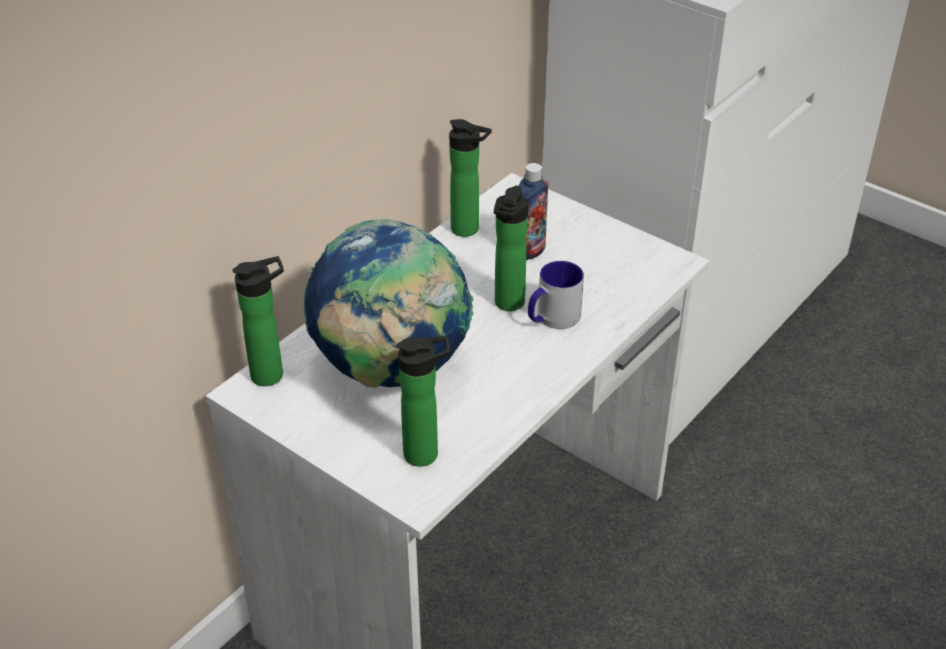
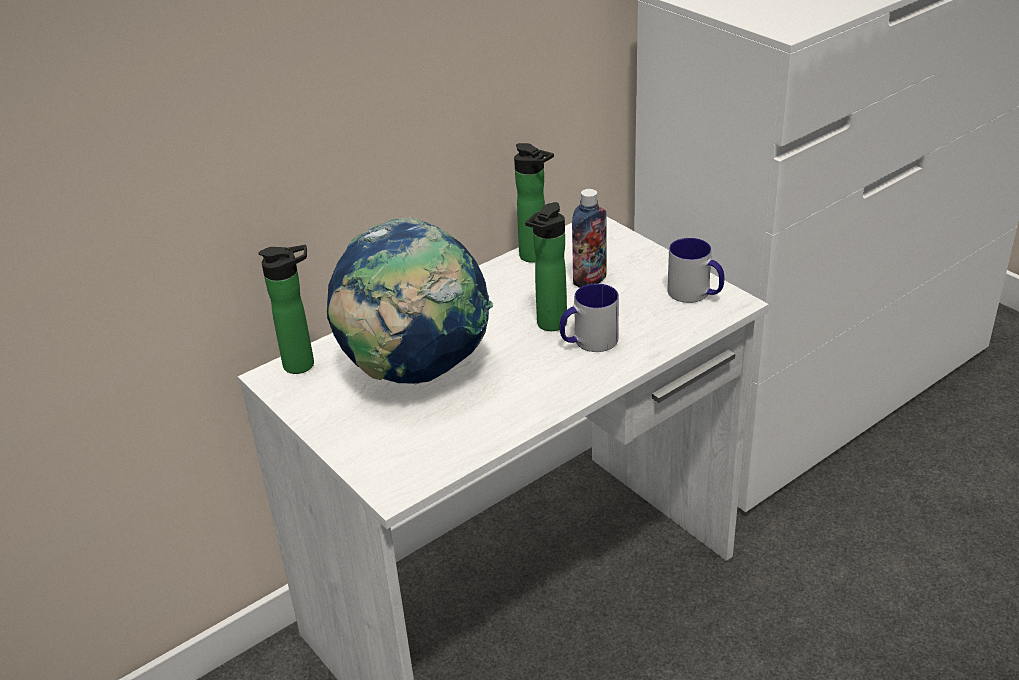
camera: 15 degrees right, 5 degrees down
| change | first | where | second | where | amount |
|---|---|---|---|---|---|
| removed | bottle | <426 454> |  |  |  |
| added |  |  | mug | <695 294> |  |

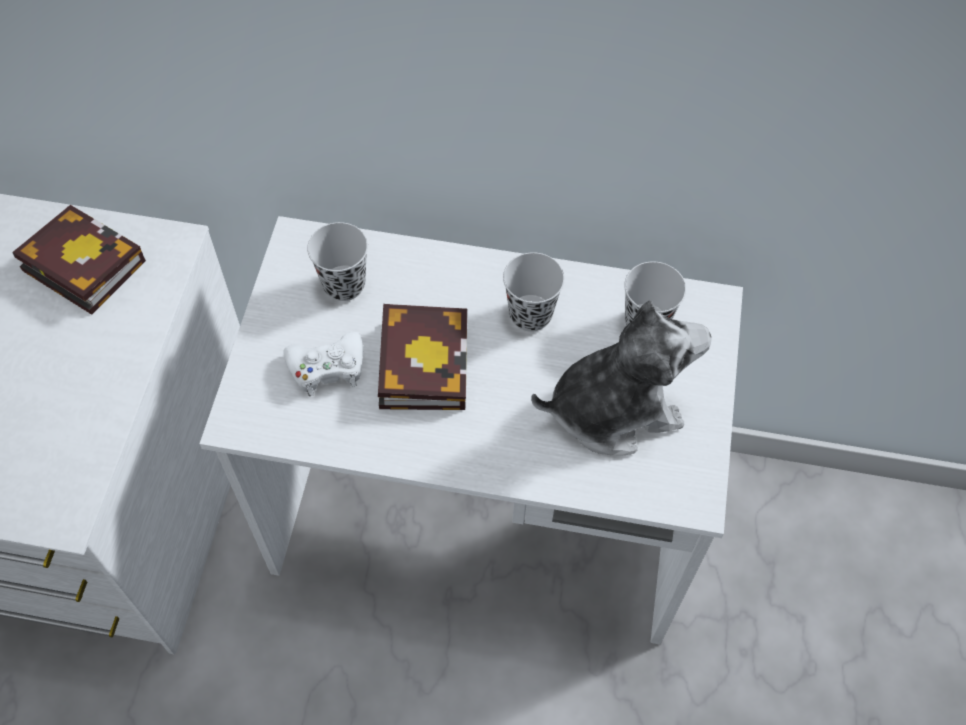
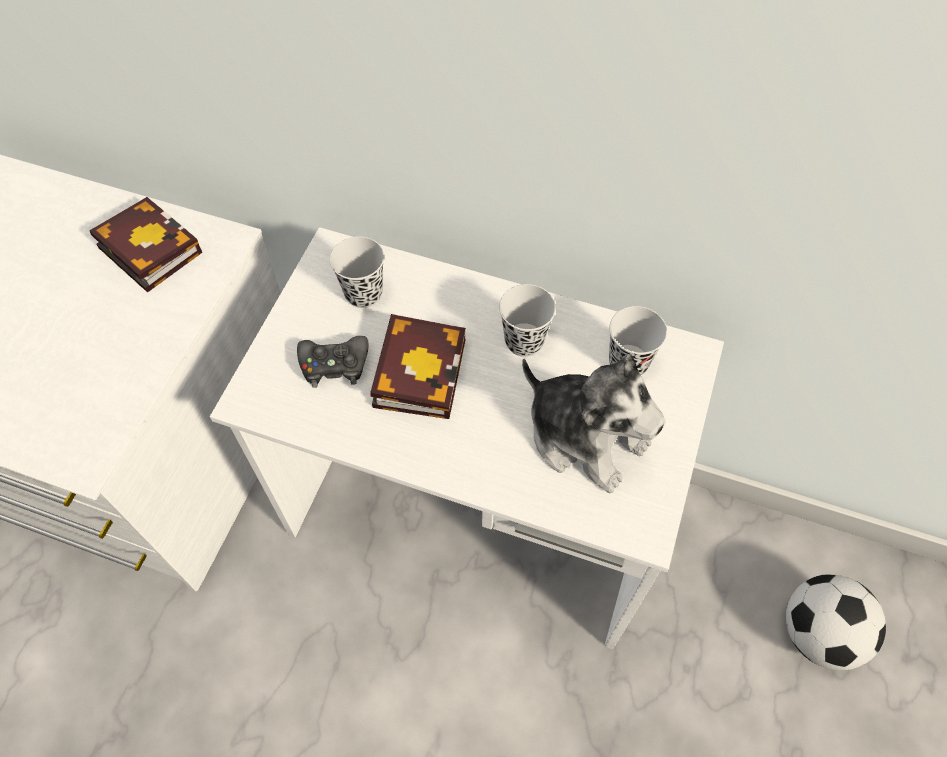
camera: 10 degrees right, 0 degrees up
| change | first | where | second | where | amount |
|---|---|---|---|---|---|
| recoloured | white game controller | <327 368> | black game controller | <334 365> |  |
| turned | plush toy | <614 408> |  | <585 436> | 45 degrees clockwise |
| added |  |  | football | <818 633> |  |

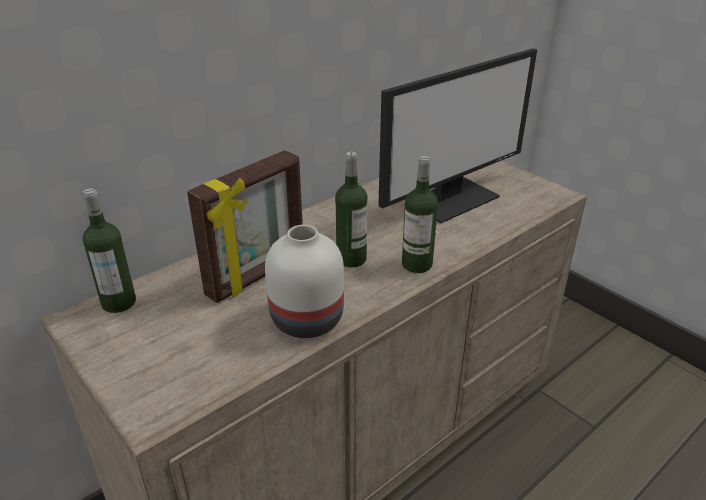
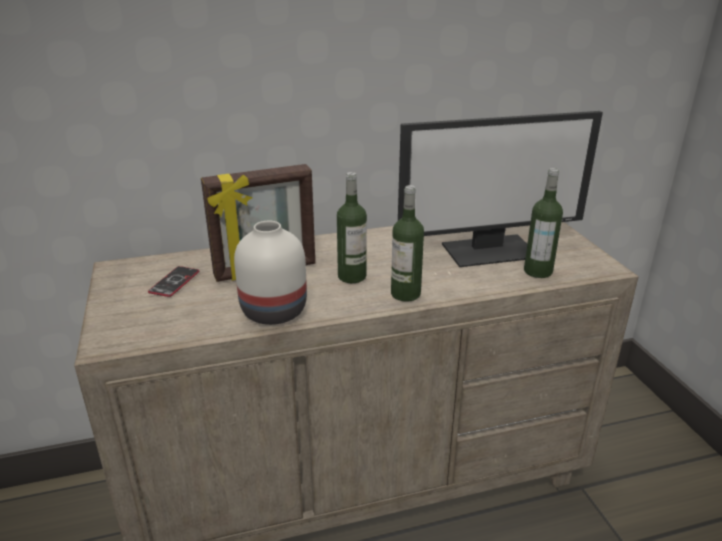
camera: 25 degrees right, 5 degrees down
| change | first | where | second | where | amount |
|---|---|---|---|---|---|
| moved | bottle | <119 302> |  | <538 271> |  |
| added |  |  | phone | <174 282> |  |

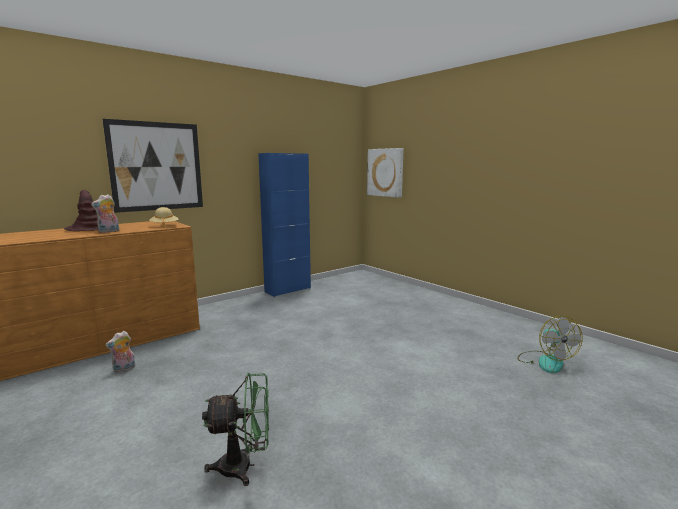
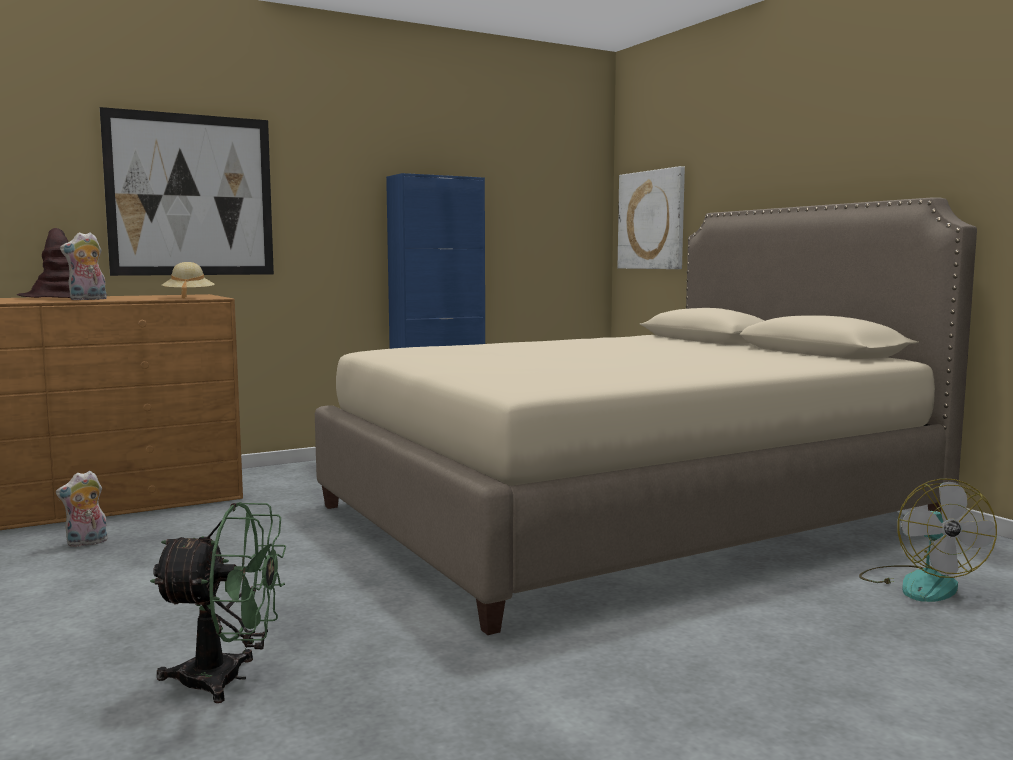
camera: 10 degrees right, 5 degrees down
| change | first | where | second | where | amount |
|---|---|---|---|---|---|
| added |  |  | beige bed | <623 515> |  |

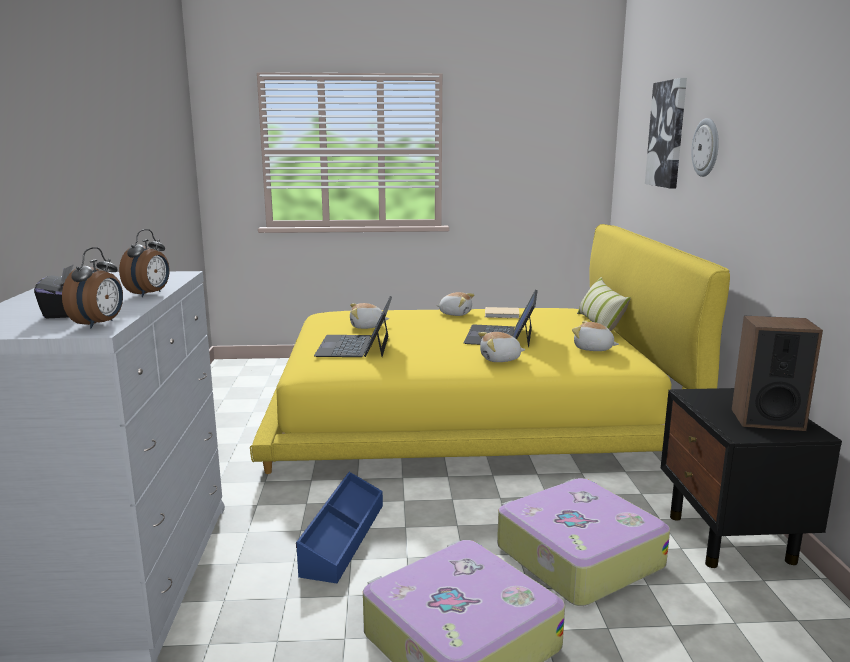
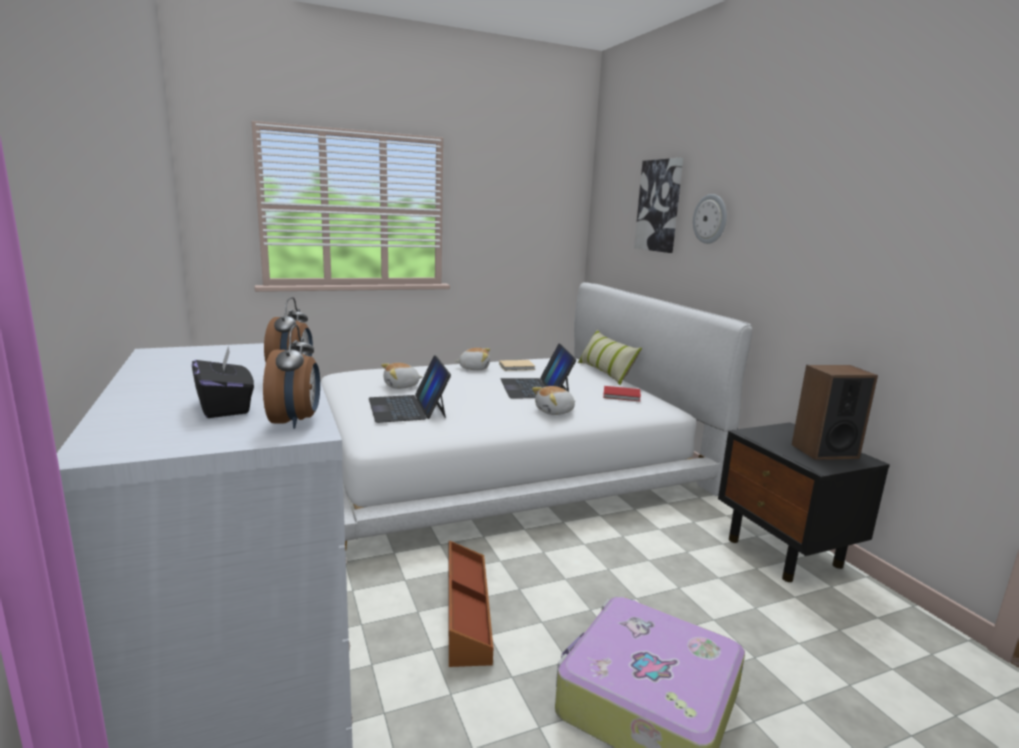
camera: 20 degrees left, 0 degrees up
| change | first | where | second | where | amount |
|---|---|---|---|---|---|
| recoloured | yellow bed | <468 410> | white bed | <500 459> |  |
| recoloured | blue storage box | <342 538> | brown storage box | <466 612> |  |
| removed | suitcase | <577 556> |  |  |  |
| replaced | plush toy | <593 349> | red book | <622 395> |  |

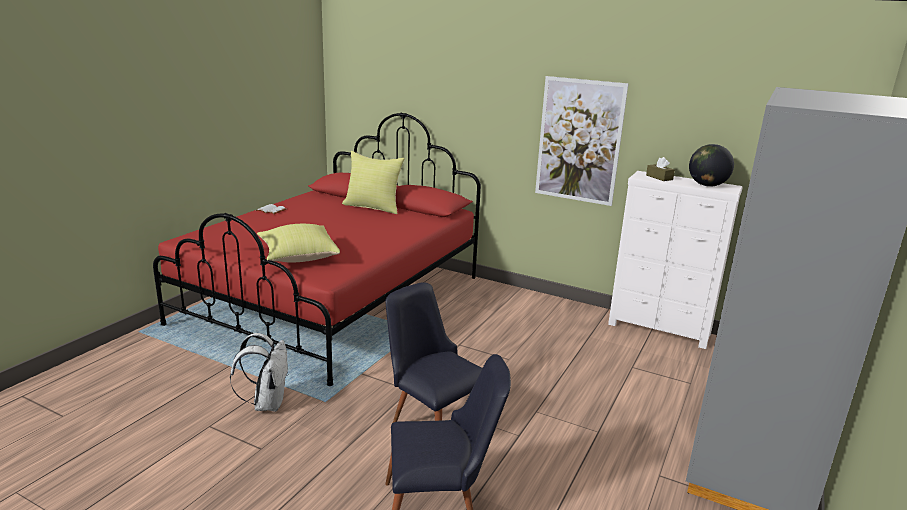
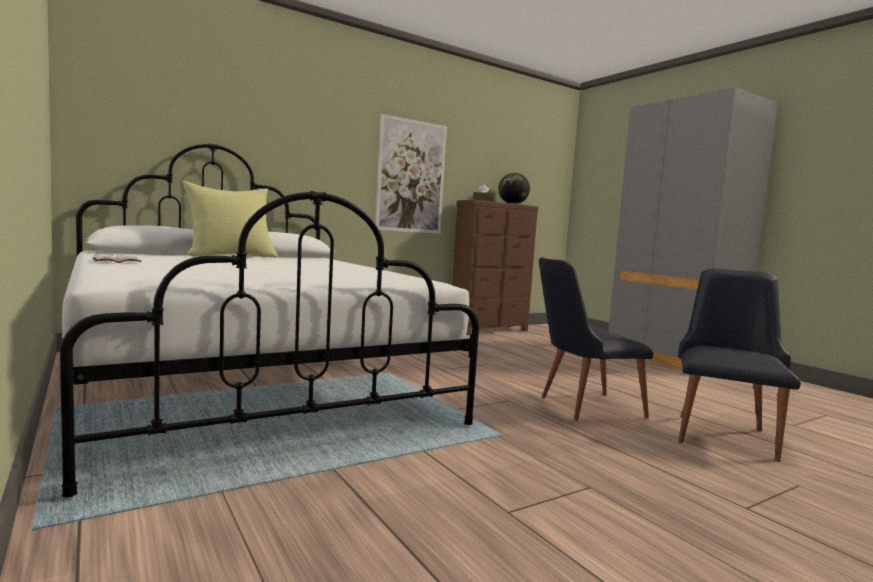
camera: 60 degrees left, 15 degrees down
| change | first | where | second | where | amount |
|---|---|---|---|---|---|
| recoloured | red bed | <335 300> | white bed | <246 383> |  |
| removed | white backpack | <267 403> |  |  |  |
| removed | yellow pillow | <298 257> |  |  |  |
| recoloured | white dresser | <659 330> | brown dresser | <490 330> |  |

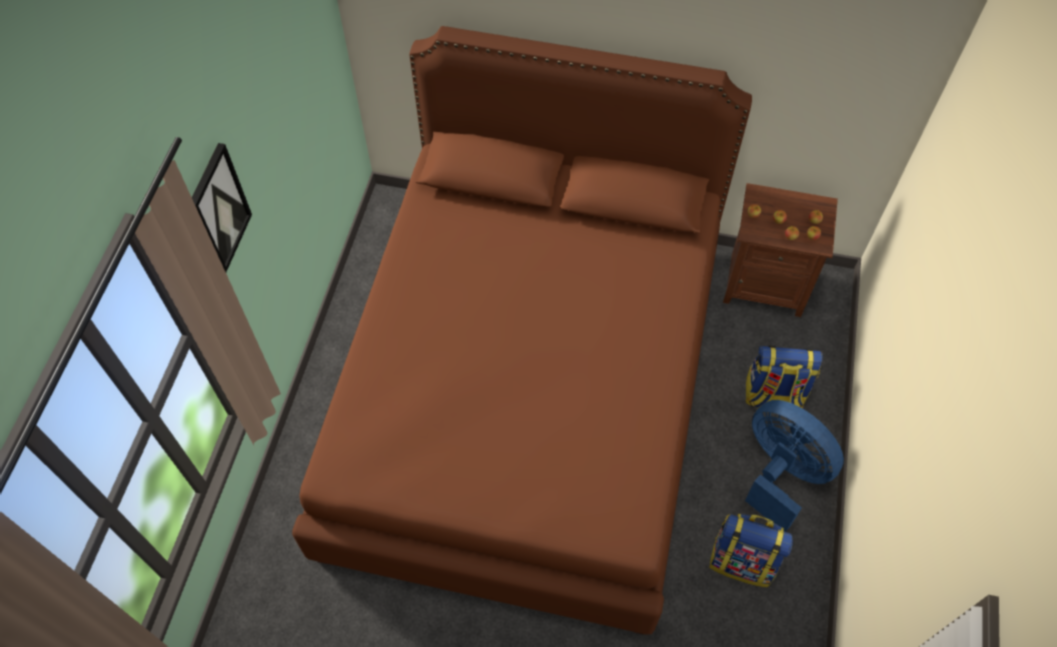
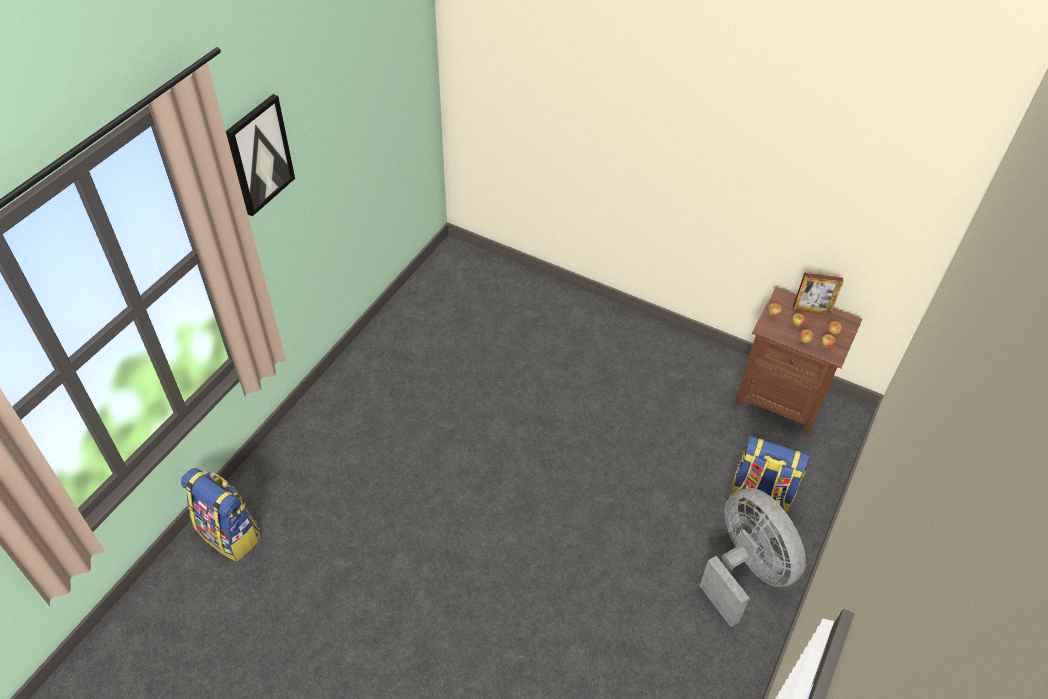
camera: 15 degrees right, 10 degrees down
| change | first | where | second | where | amount |
|---|---|---|---|---|---|
| removed | brown bed | <528 393> |  |  |  |
| moved | backpack | <743 561> |  | <230 534> |  |
| recoloured | blue fan | <781 473> | grey fan | <745 571> |  |
| added |  |  | picture frame | <811 310> |  |

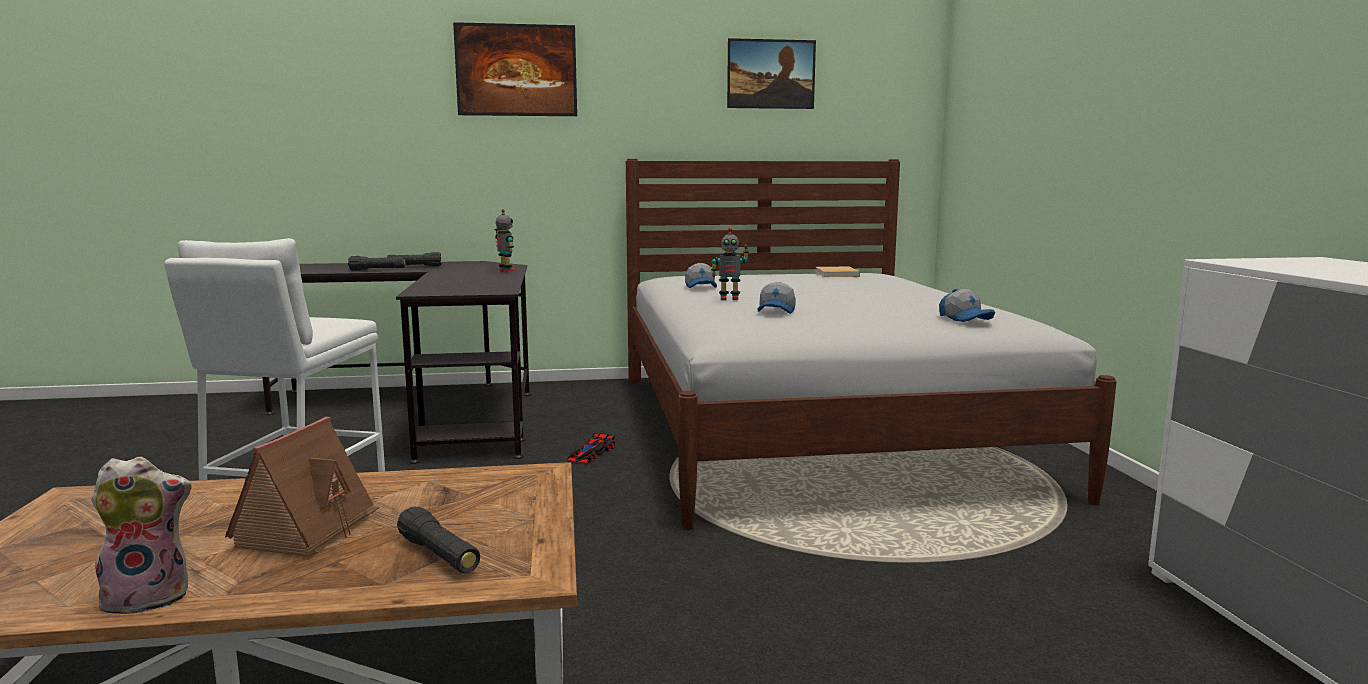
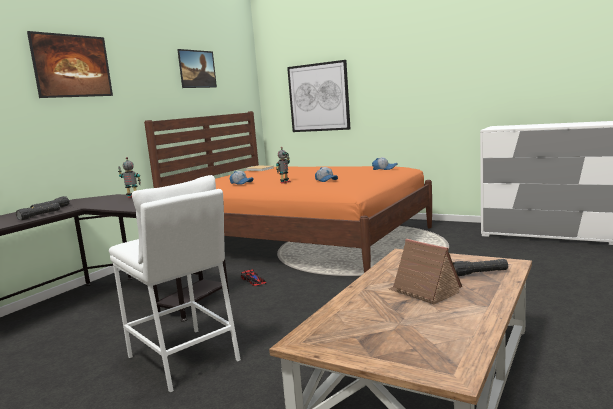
camera: 50 degrees left, 0 degrees up
| change | first | where | second | where | amount |
|---|---|---|---|---|---|
| removed | plush toy | <150 597> |  |  |  |
| recoloured | white bed | <813 428> | orange bed | <301 241> |  |
| added |  |  | picture | <318 97> |  |

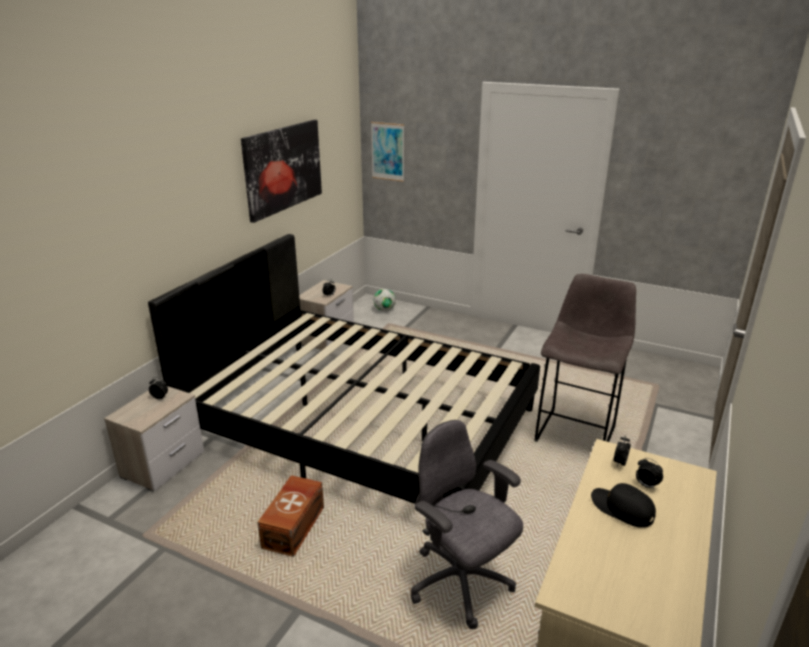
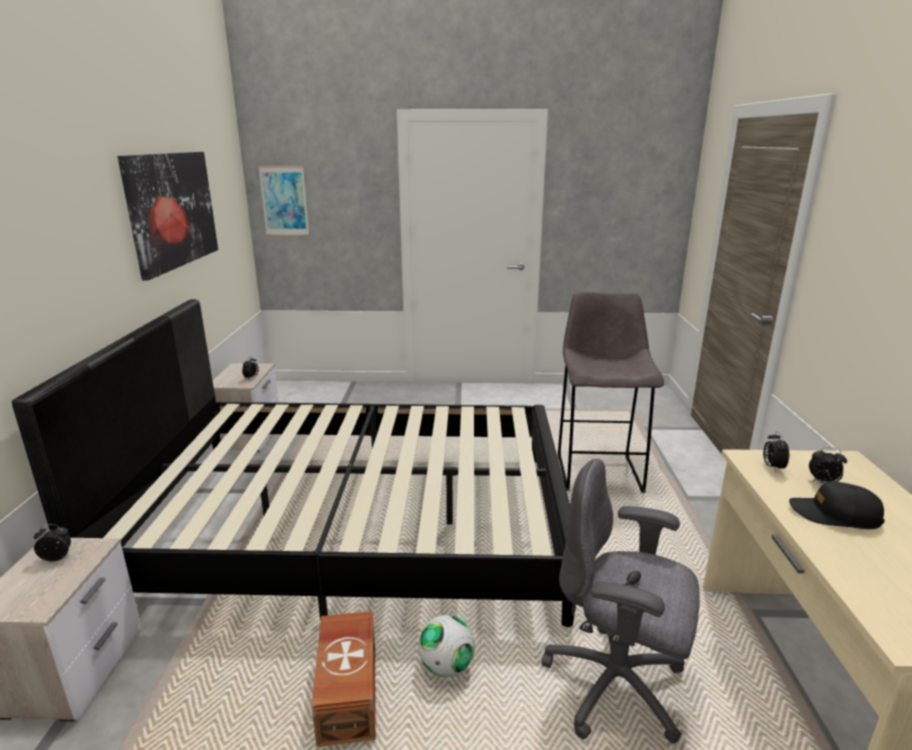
camera: 25 degrees left, 5 degrees down
| change | first | where | second | where | amount |
|---|---|---|---|---|---|
| moved | football | <384 310> |  | <446 666> |  |

